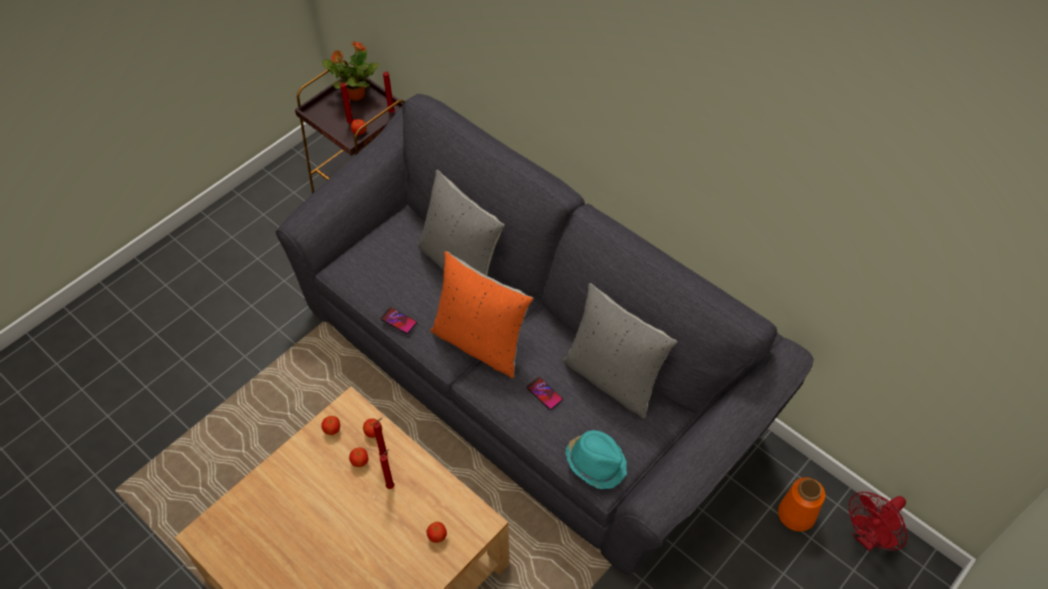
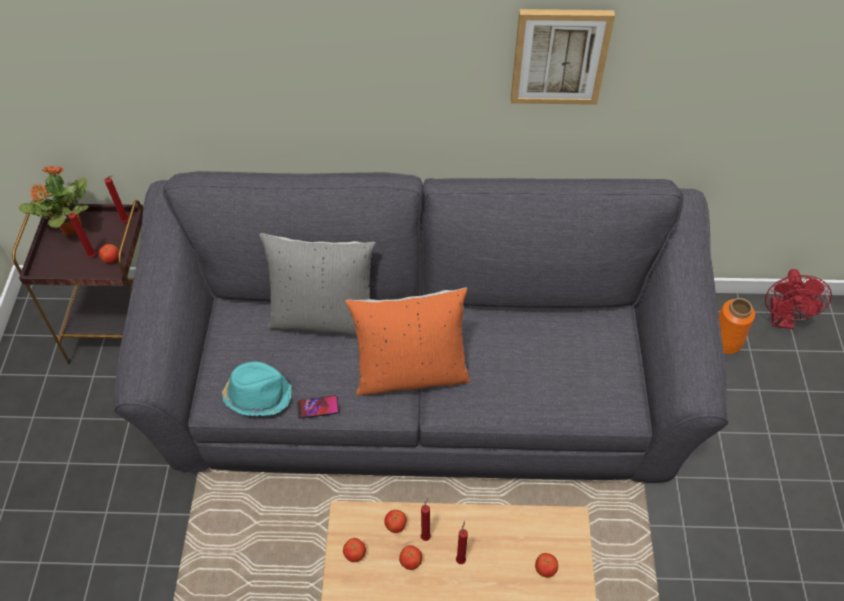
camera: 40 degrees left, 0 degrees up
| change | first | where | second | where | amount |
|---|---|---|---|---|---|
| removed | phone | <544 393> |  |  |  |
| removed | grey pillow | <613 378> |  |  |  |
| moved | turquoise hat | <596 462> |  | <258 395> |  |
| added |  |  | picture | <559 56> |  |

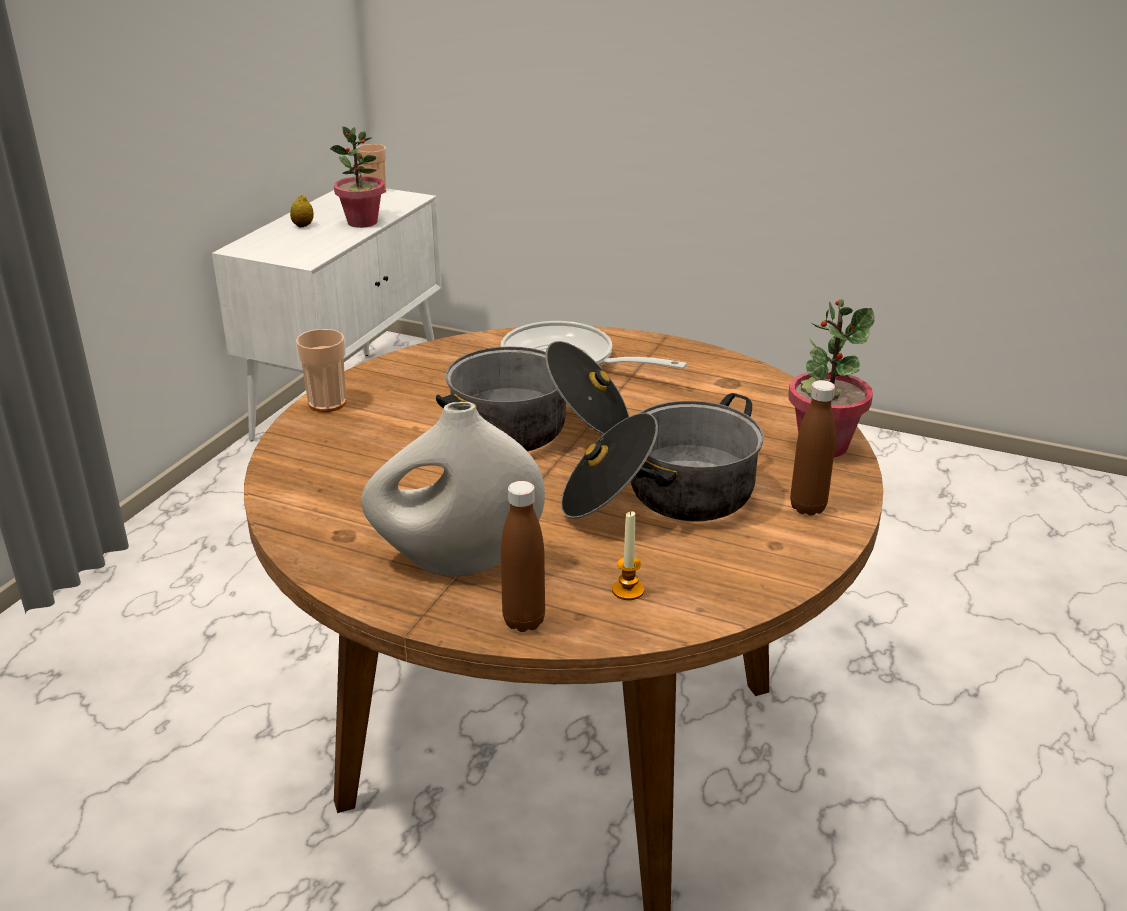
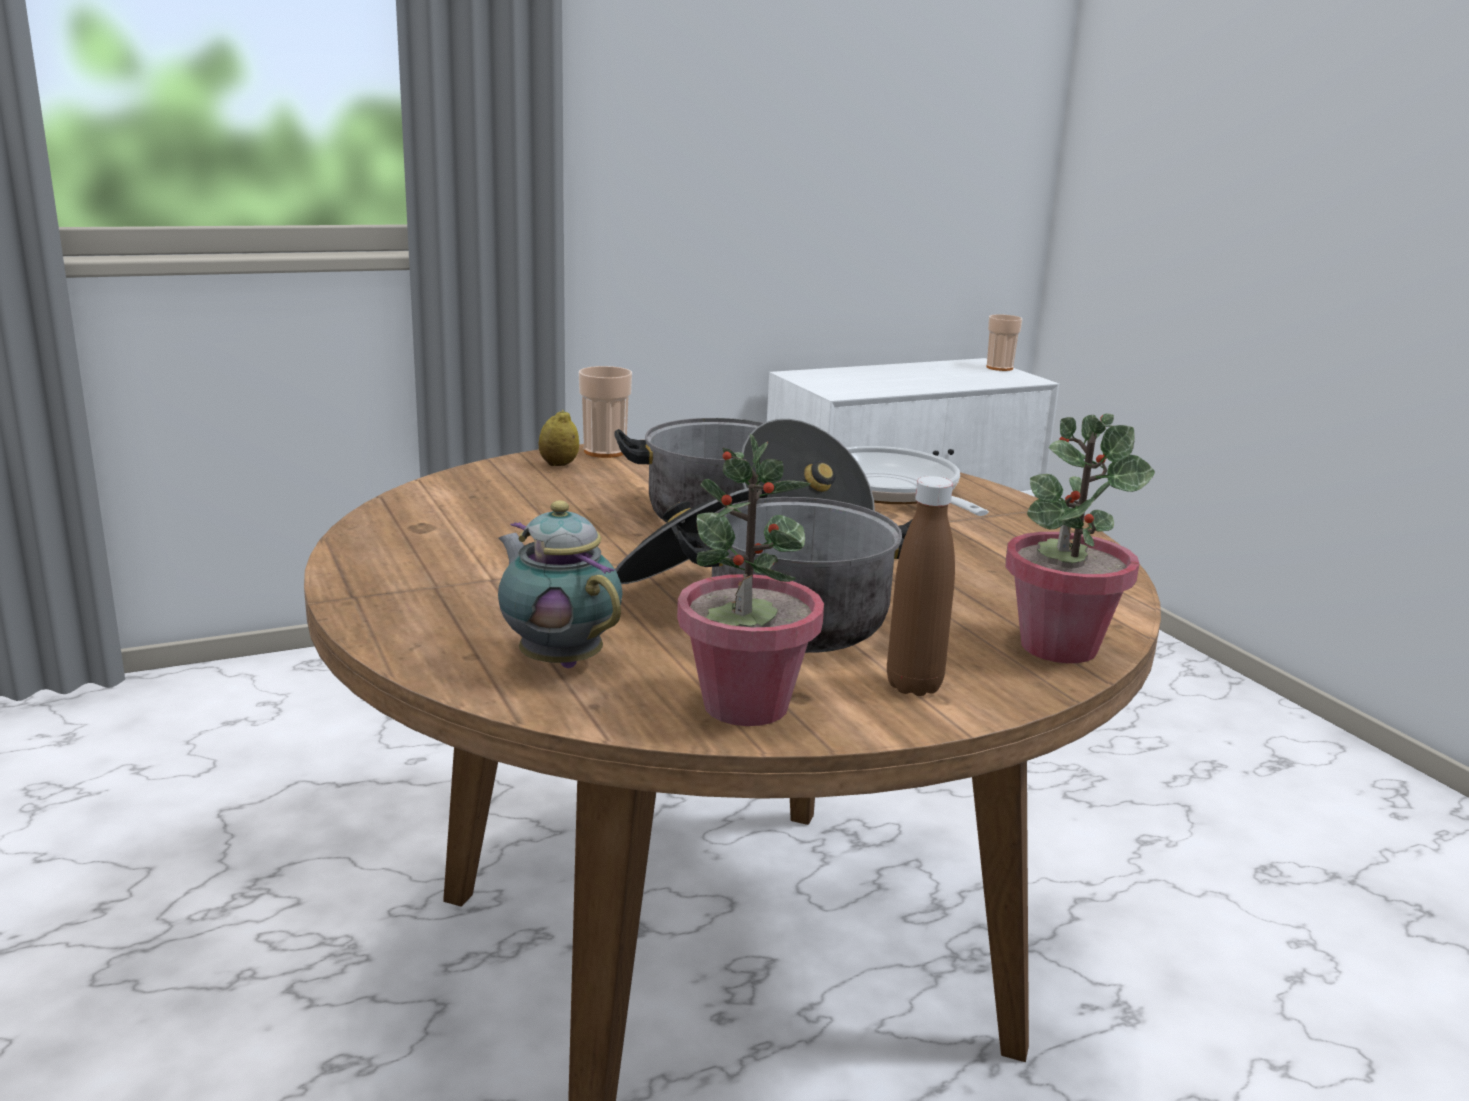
camera: 40 degrees right, 10 degrees down
| change | first | where | second | where | amount |
|---|---|---|---|---|---|
| moved | lemon | <303 226> |  | <559 464> |  |
| moved | potted plant | <362 222> |  | <745 706> |  |
| removed | white vase | <456 562> |  |  |  |
| removed | brown bottle | <524 621> |  |  |  |
| replaced | candle | <628 590> | teapot | <558 660> |  |

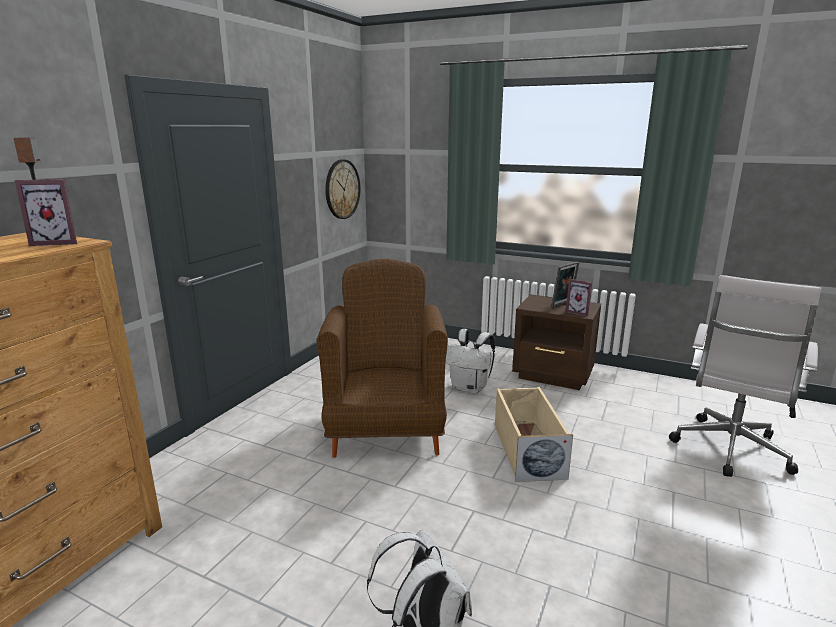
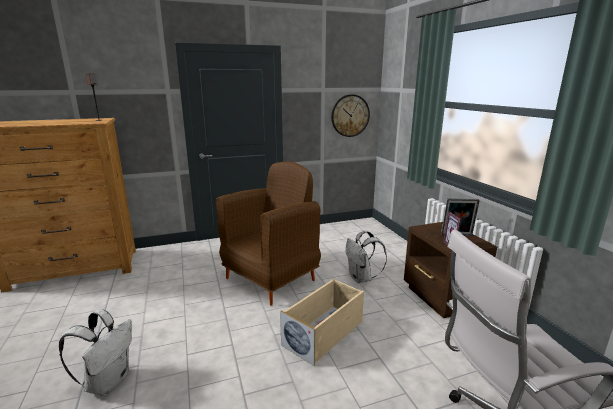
camera: 45 degrees right, 0 degrees up
| change | first | where | second | where | amount |
|---|---|---|---|---|---|
| removed | picture frame | <57 242> |  |  |  |

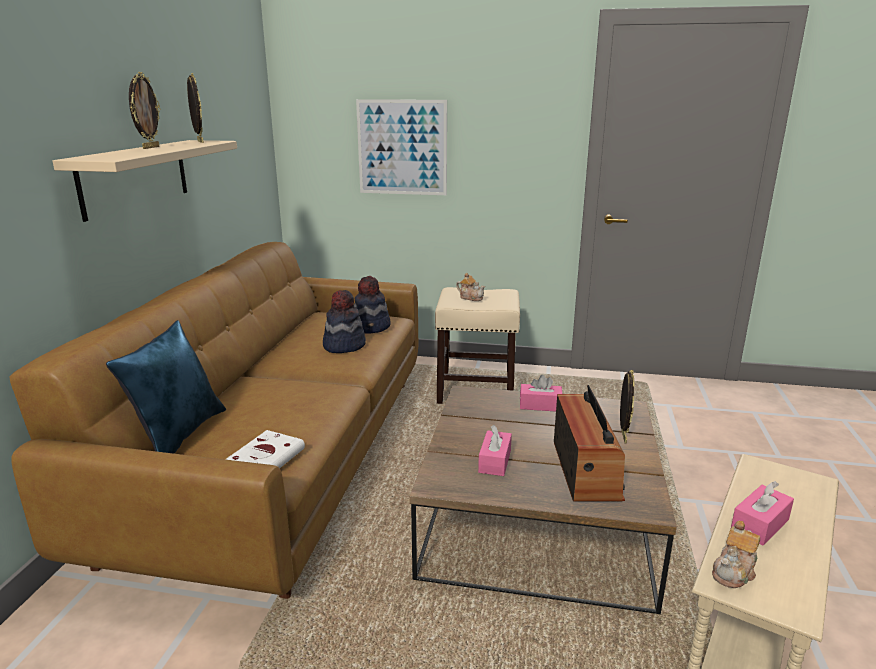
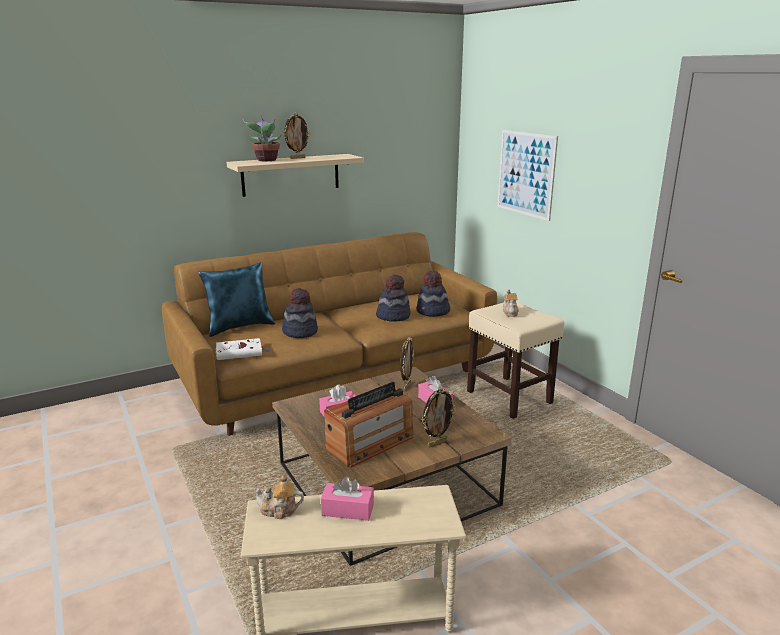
camera: 50 degrees right, 0 degrees up
| change | first | where | second | where | amount |
|---|---|---|---|---|---|
| moved | picture frame | <199 142> |  | <406 386> |  |
| added |  |  | potted plant | <266 160> |  |
| added |  |  | hat | <300 332> |  |

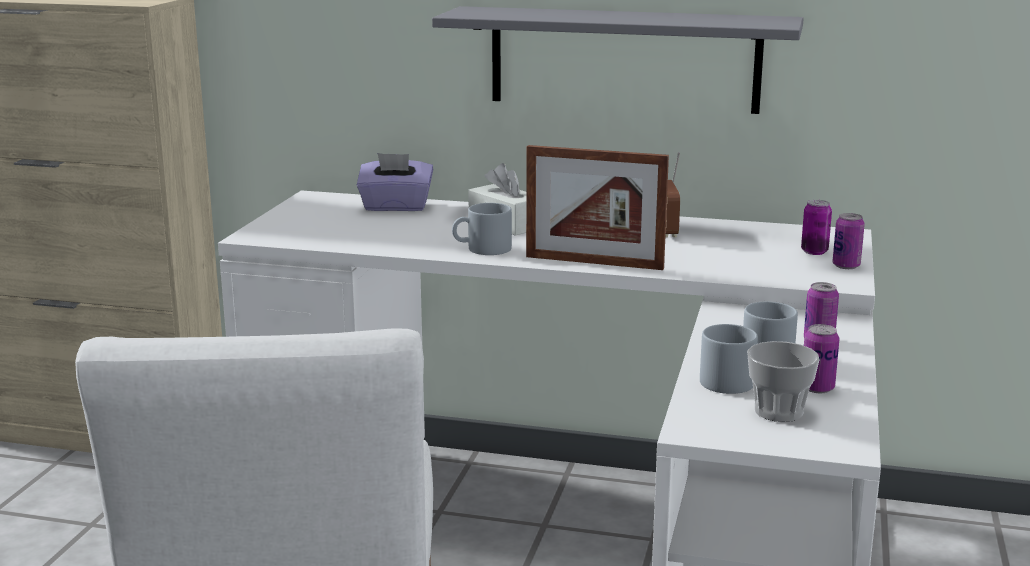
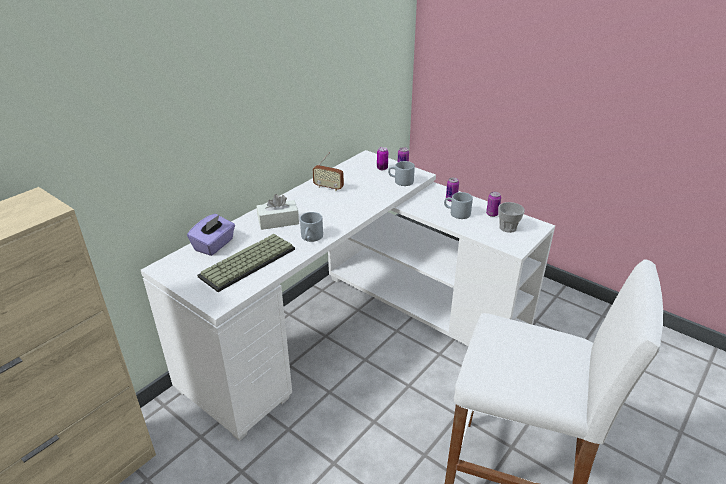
camera: 65 degrees left, 15 degrees up
| change | first | where | second | where | amount |
|---|---|---|---|---|---|
| removed | grey shelf | <624 59> |  |  |  |
| removed | picture frame | <594 262> |  |  |  |
| moved | grey mug | <722 379> |  | <400 181> |  |
| added |  |  | keyboard | <248 264> |  |

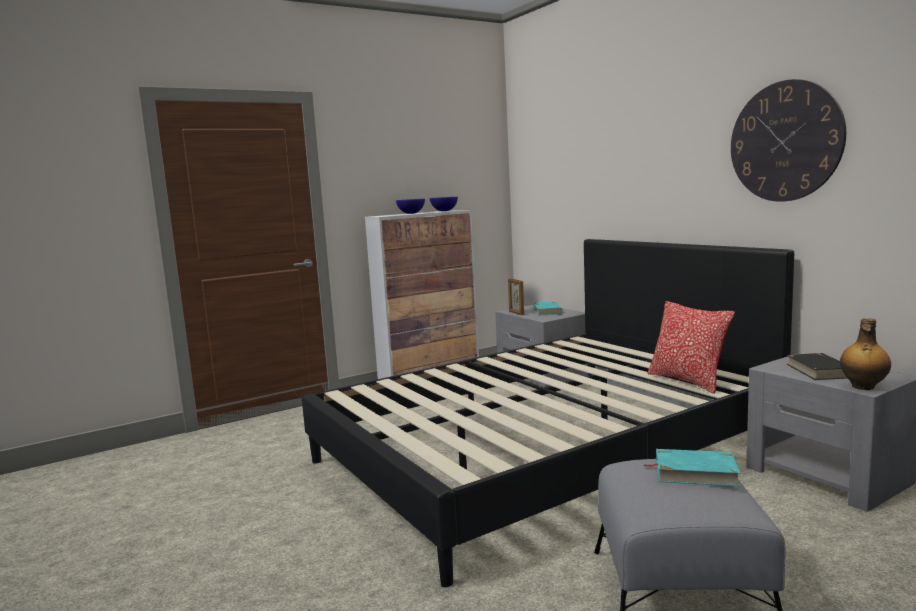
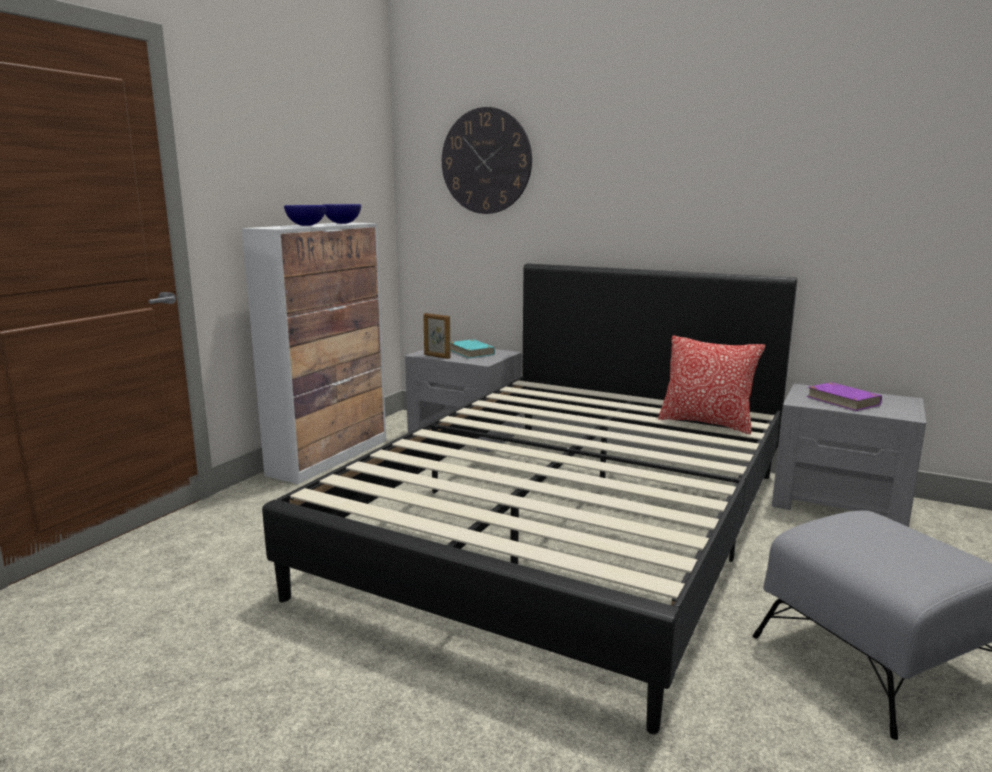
camera: 30 degrees left, 5 degrees up
| change | first | where | second | where | amount |
|---|---|---|---|---|---|
| removed | turquoise book | <695 472> |  |  |  |
| moved | wall clock | <785 141> |  | <486 161> |  |
| recoloured | black book | <819 371> | purple book | <842 400> |  |
| removed | bottle | <863 387> |  |  |  |

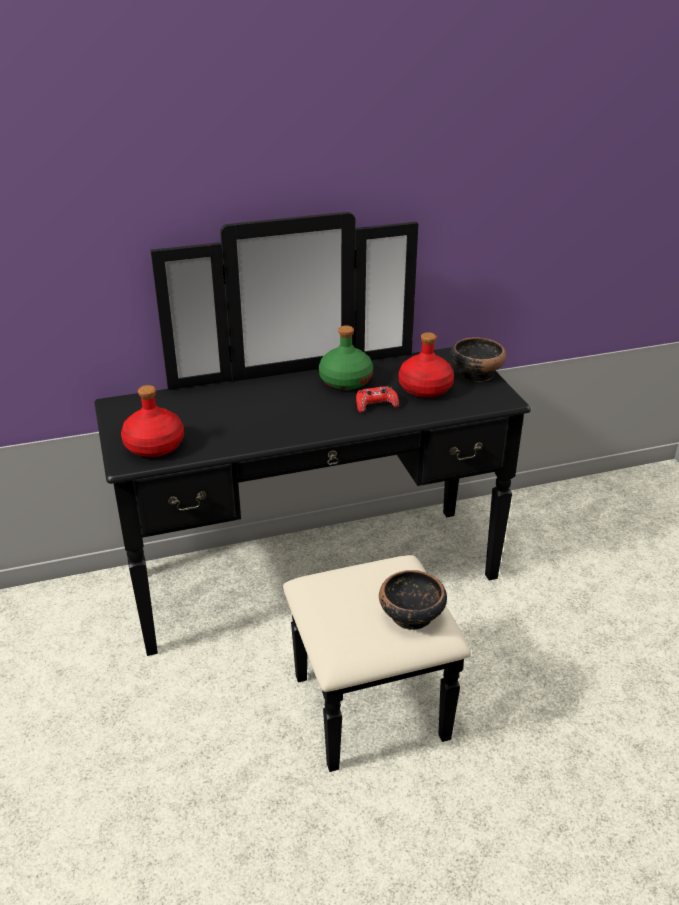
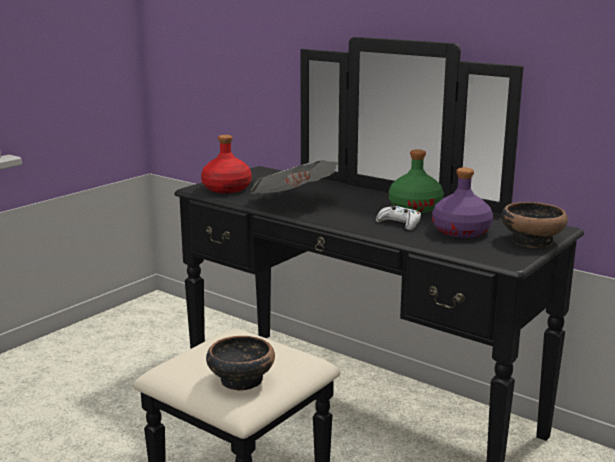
camera: 55 degrees right, 15 degrees down
| change | first | where | second | where | amount |
|---|---|---|---|---|---|
| recoloured | red game controller | <376 404> | white game controller | <399 223> |  |
| recoloured | red bottle | <425 389> | purple bottle | <461 231> |  |
| added |  |  | newspaper | <293 202> |  |

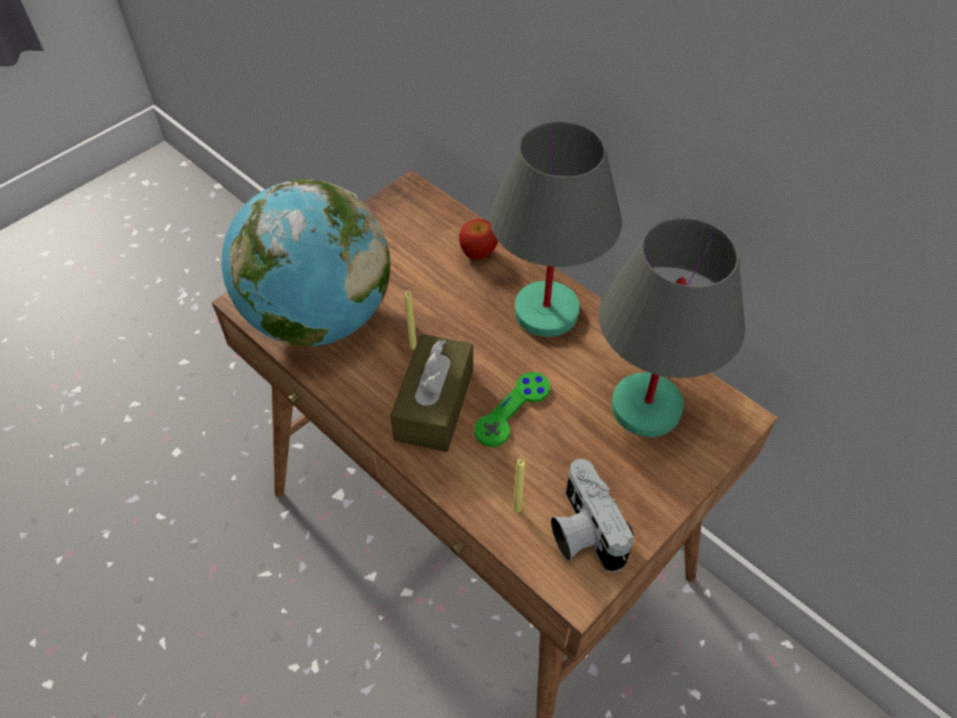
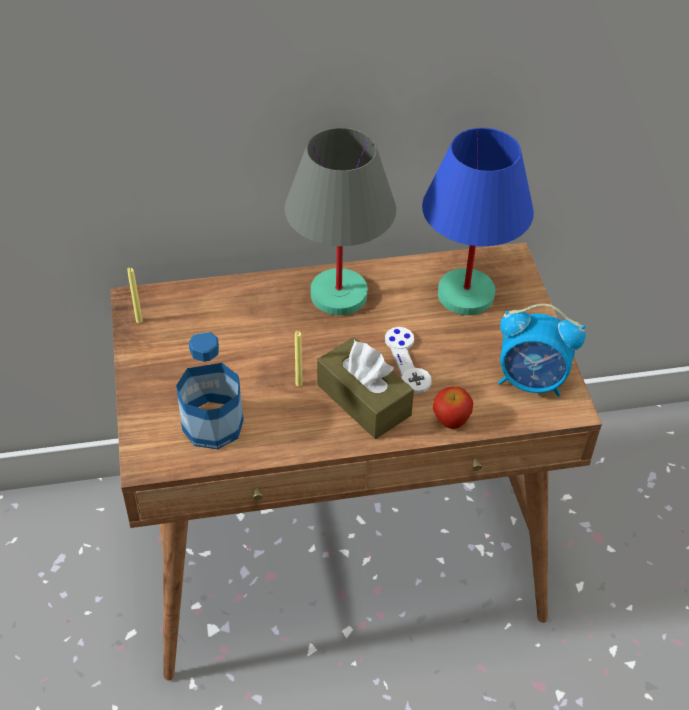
camera: 55 degrees left, 5 degrees down
| change | first | where | second | where | amount |
|---|---|---|---|---|---|
| replaced | globe | <318 318> | bottle | <213 425> |  |
| moved | apple | <478 252> |  | <451 419> |  |
| recoloured | green game controller | <512 410> | white game controller | <407 361> |  |
| moved | yellow candle | <517 508> |  | <139 320> |  |
| replaced | photo camera | <582 531> | alarm clock | <531 381> |  |
| recoloured | grey table lamp | <645 408> | blue table lamp | <466 296> |  |

